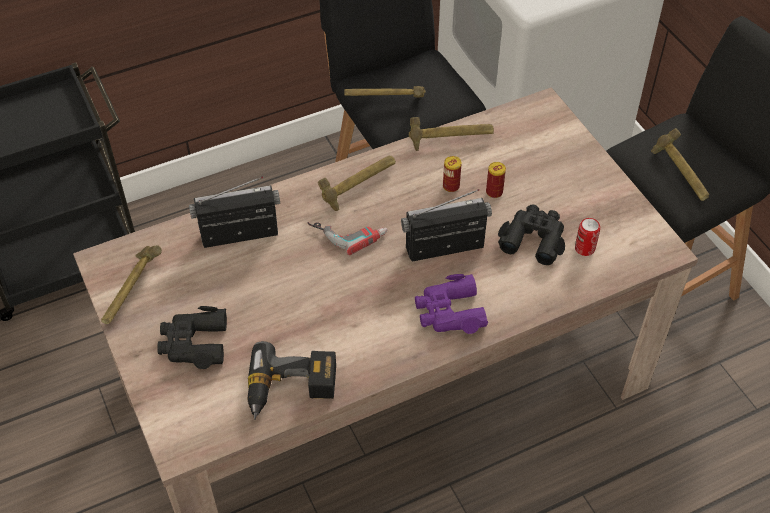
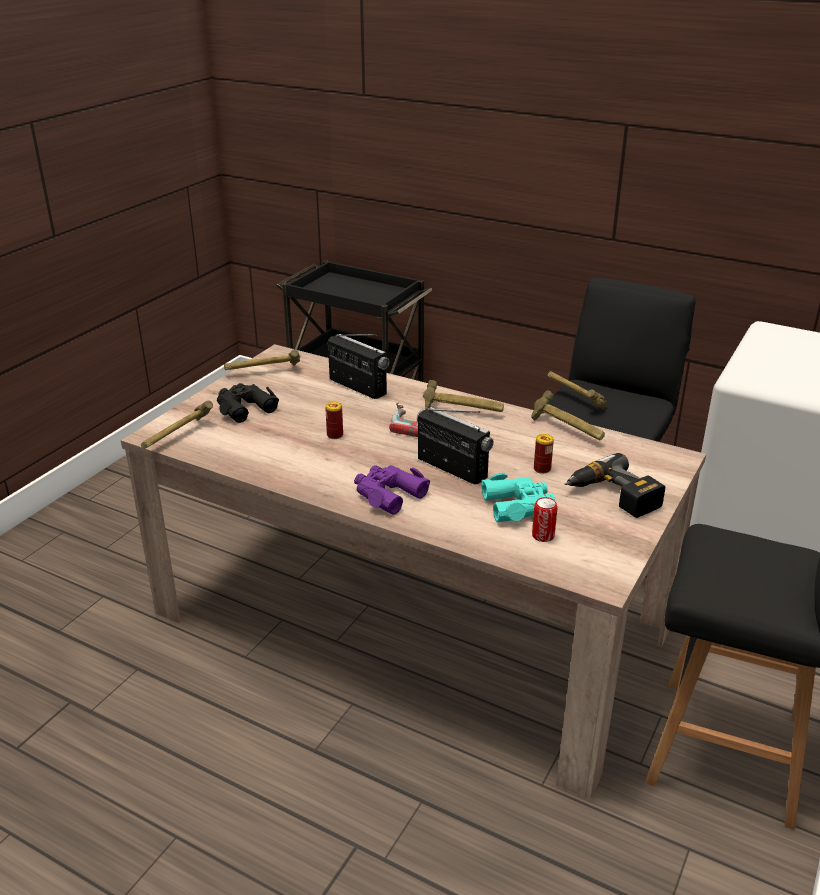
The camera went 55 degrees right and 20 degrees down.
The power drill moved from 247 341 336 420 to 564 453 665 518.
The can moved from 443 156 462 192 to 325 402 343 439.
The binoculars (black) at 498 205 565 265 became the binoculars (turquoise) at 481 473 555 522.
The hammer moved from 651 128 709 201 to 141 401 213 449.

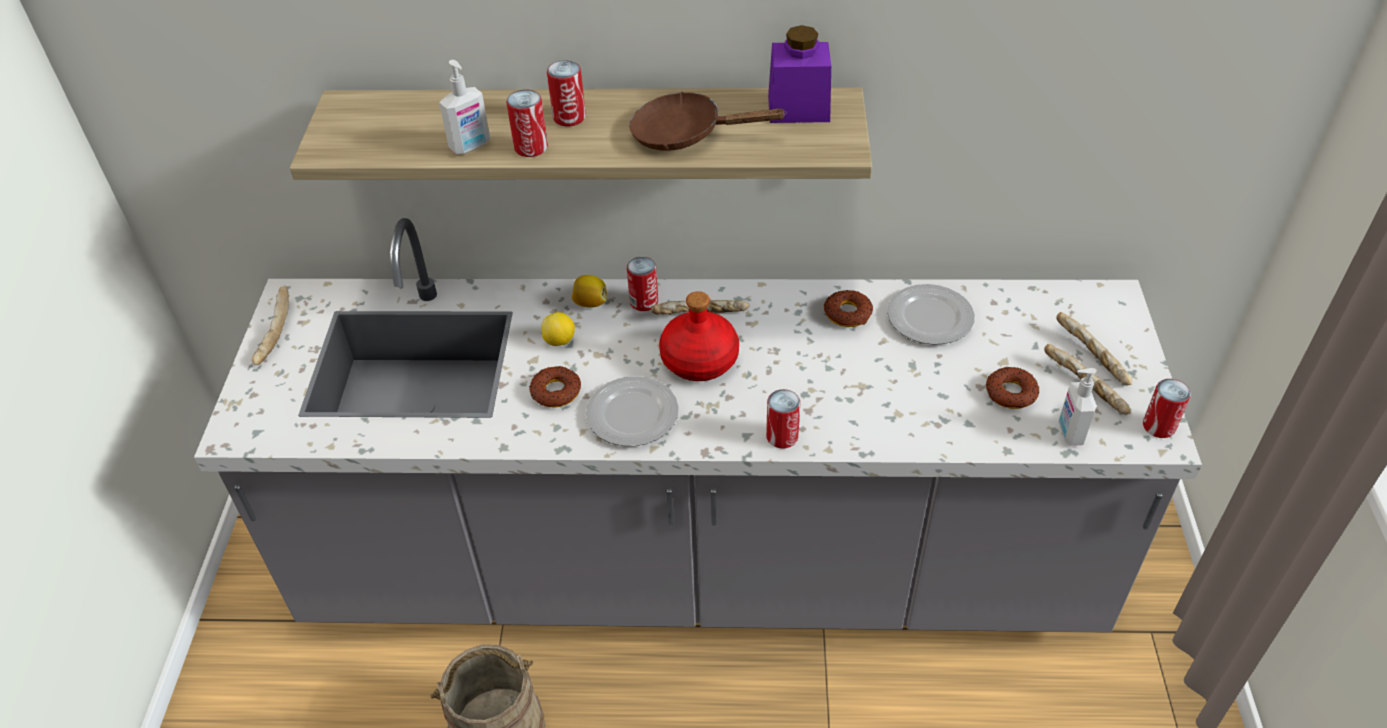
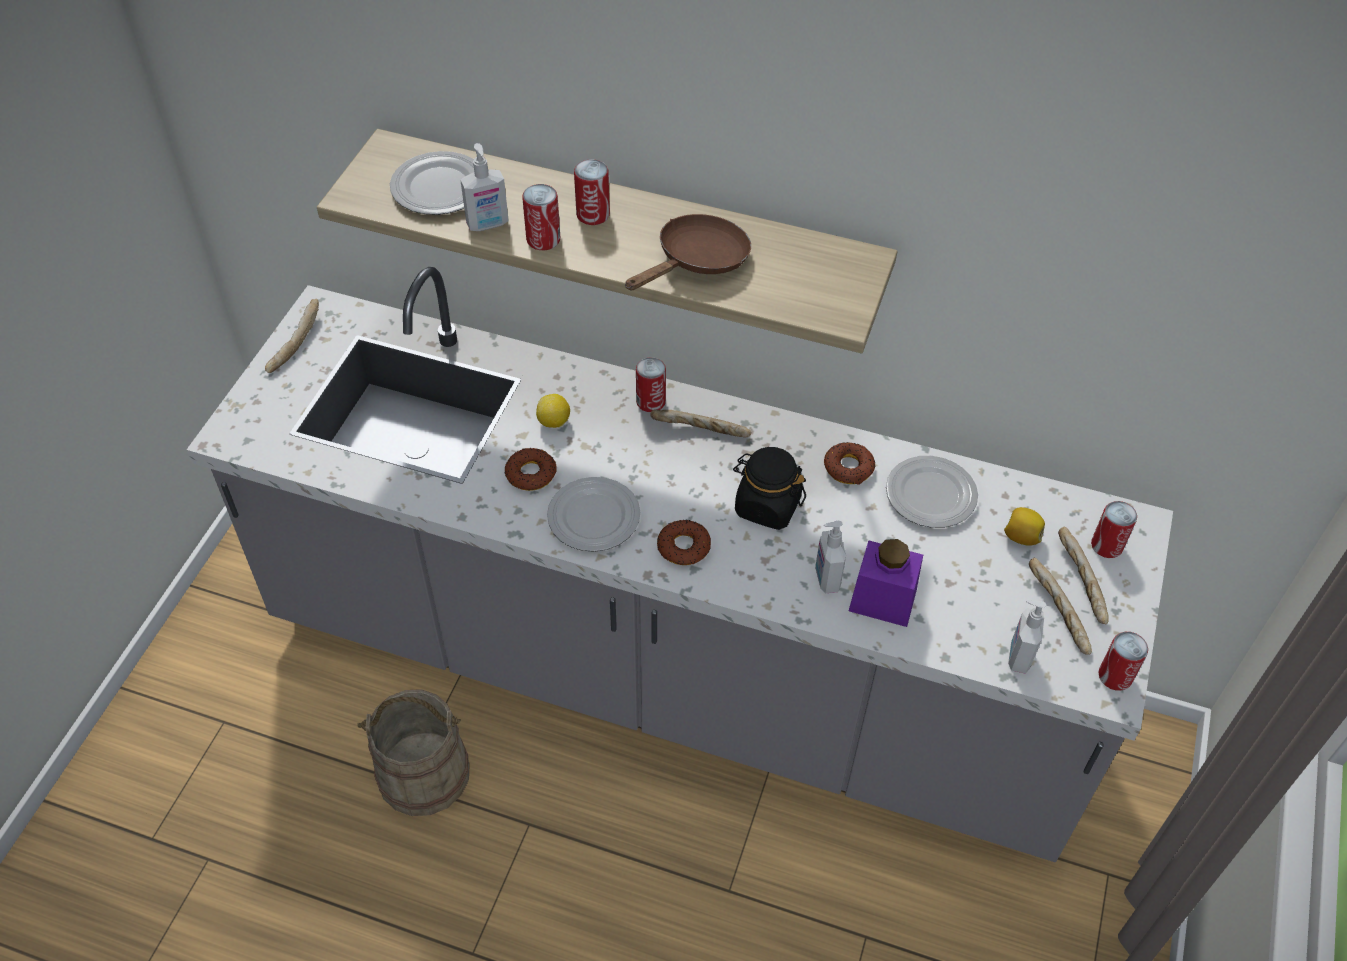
The camera went 15 degrees right and 5 degrees up.
The lemon moved from 572 275 607 308 to 1004 507 1045 546.
The frying pan (brown) at 629 92 787 151 turned 105 degrees clockwise.
The bottle (red) at 659 291 739 381 disappeared.
The can moved from 766 389 800 449 to 1091 501 1137 558.
The jar (purple) moved from 768 25 831 123 to 849 539 923 627.
The donut moved from 986 367 1039 409 to 657 520 711 565.
The plate at 390 151 474 215 appeared.
The jar (black) at 733 447 806 530 appeared.
The soap dispenser at 815 521 846 593 appeared.

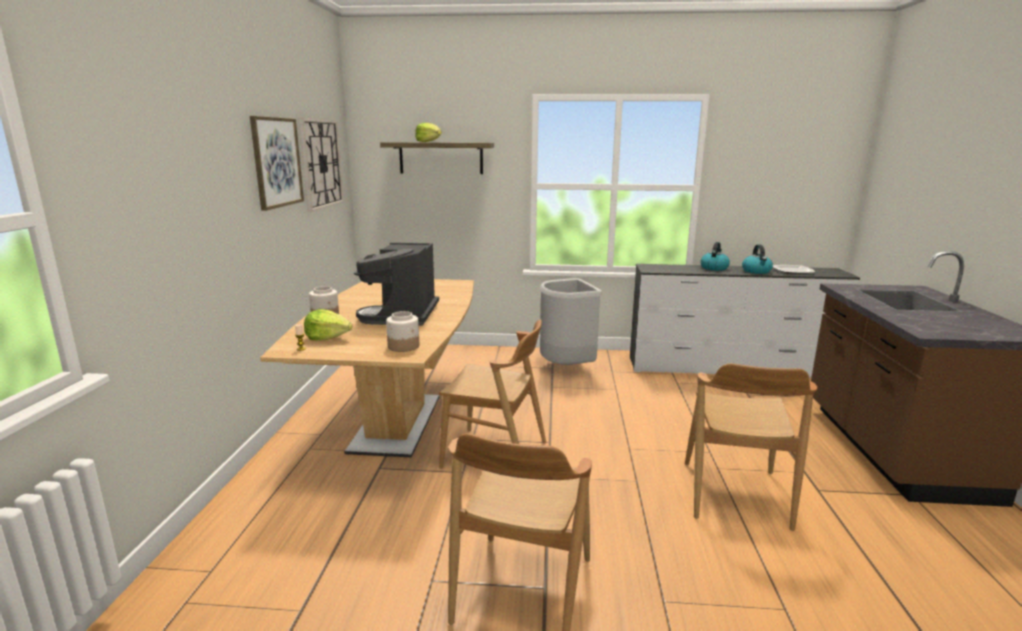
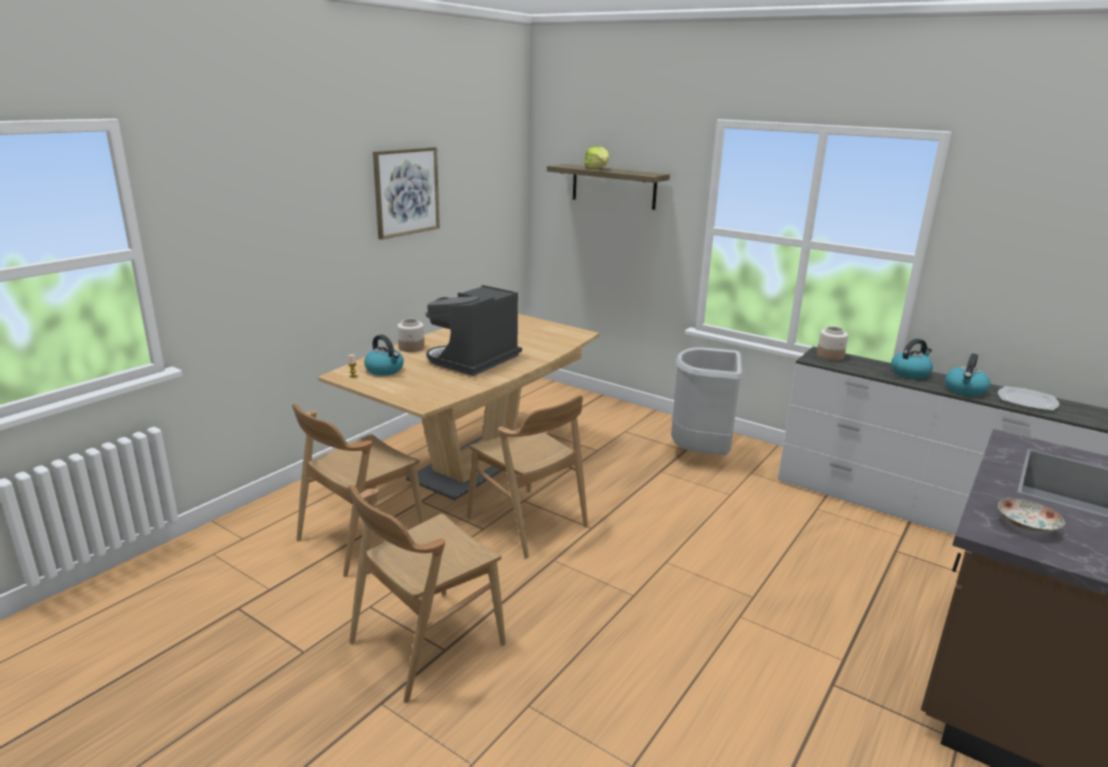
The camera went 30 degrees right and 5 degrees up.
The wall clock at 299 118 344 212 disappeared.
The lettuce at 304 309 352 340 was replaced by the kettle at 364 335 404 376.
The jar moved from 386 311 419 352 to 817 326 848 361.
The chair (brown) moved from 685 363 817 531 to 292 404 425 577.
The plate at 998 499 1065 533 appeared.

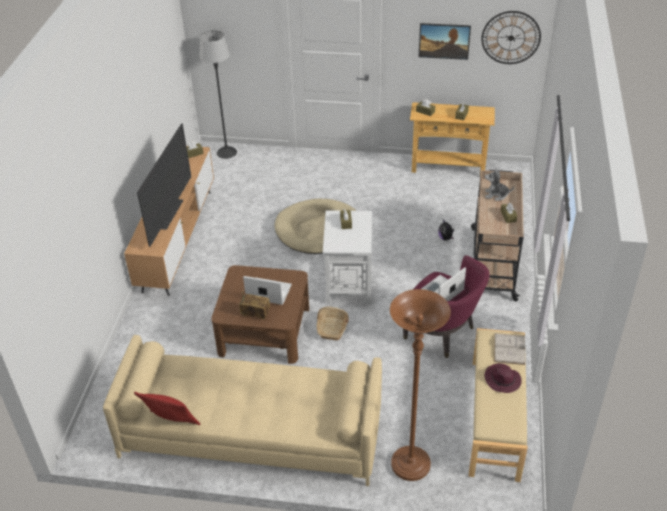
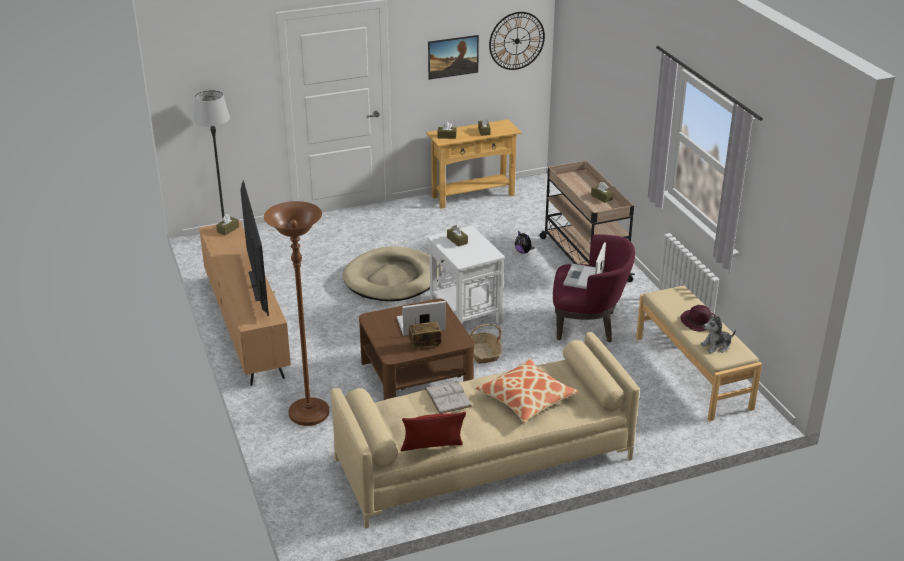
The camera went 30 degrees left and 10 degrees down.
The floor lamp (brown) moved from 390 289 451 481 to 264 201 329 426.
The plush toy moved from 485 168 514 201 to 701 313 736 353.
The book (white) moved from 494 333 525 365 to 425 381 472 414.
The pillow at 476 359 579 423 appeared.

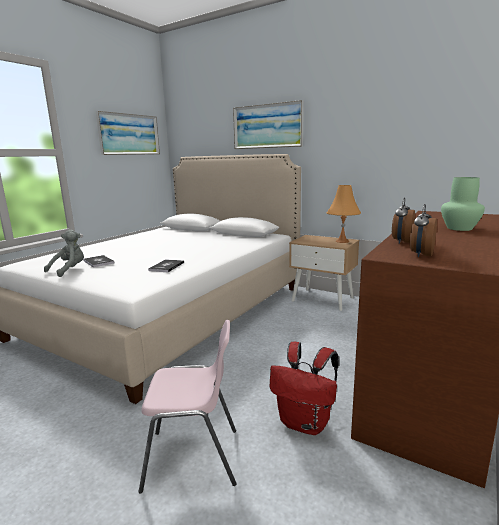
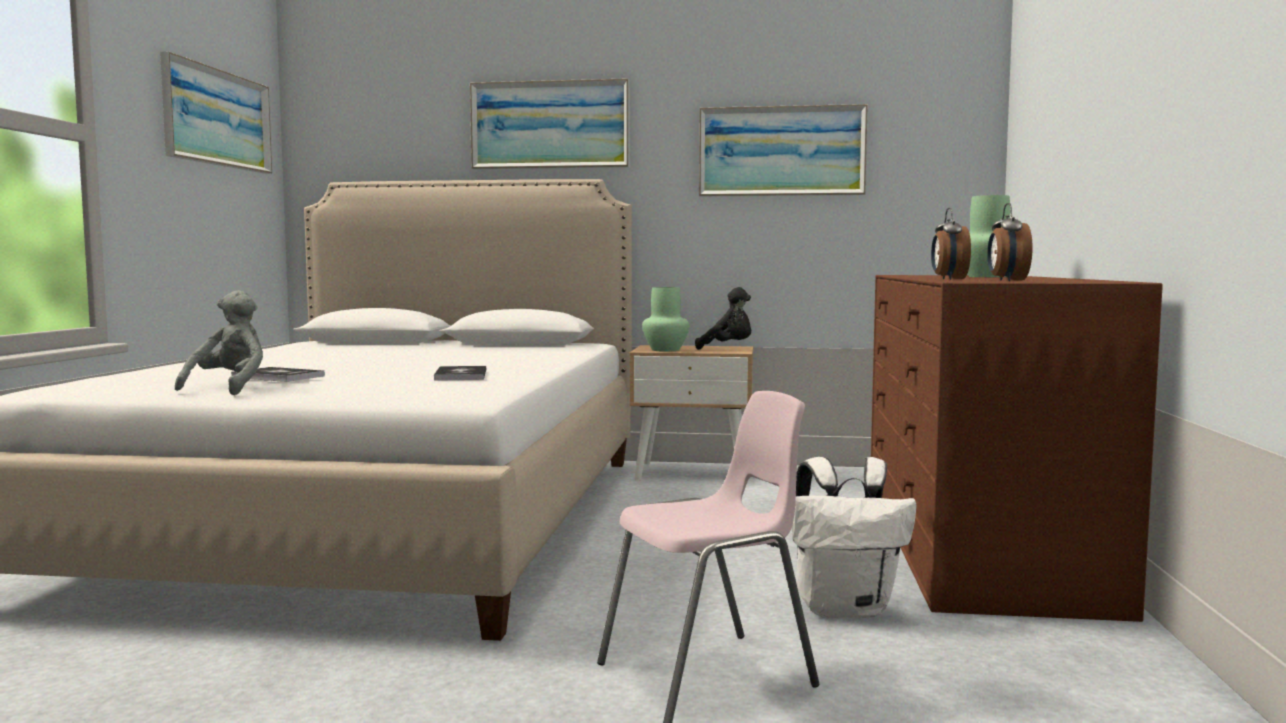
The camera went 25 degrees left and 10 degrees down.
The backpack (red) at 270 342 339 435 became the backpack (white) at 793 457 917 618.
The table lamp (orange) at 327 185 361 243 was replaced by the plush toy (black) at 695 287 751 350.
The vase (green) at 642 287 689 352 appeared.
The picture at 699 104 868 196 appeared.

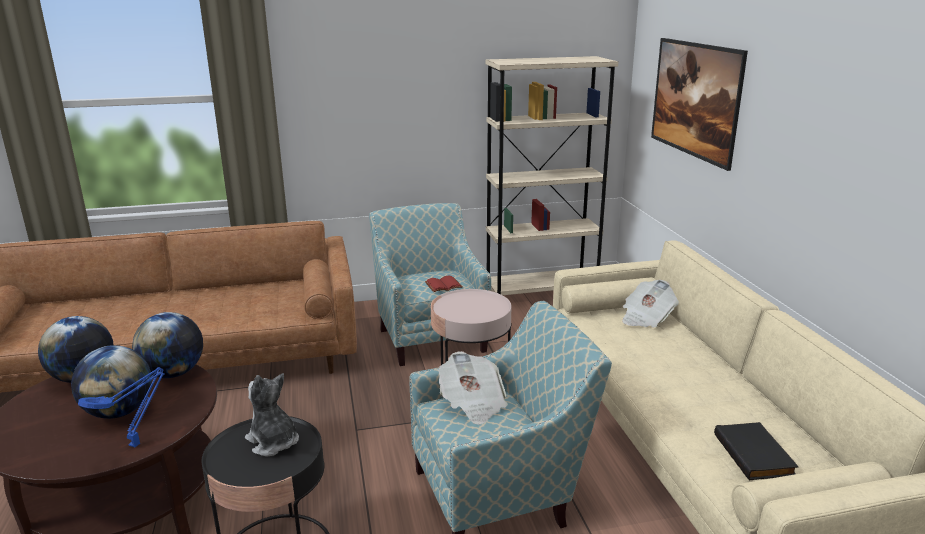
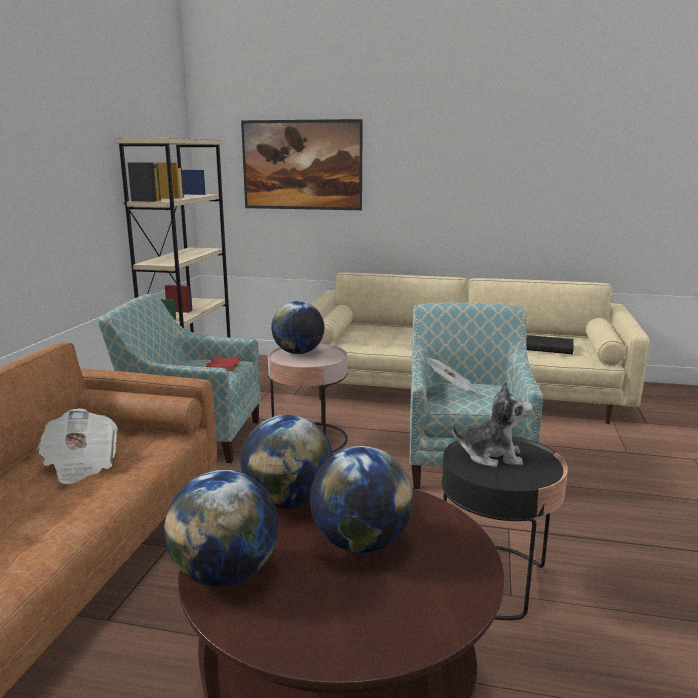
The camera went 65 degrees left and 5 degrees down.
The table lamp (blue) at 78 367 165 447 disappeared.
The plush toy at 245 373 299 456 turned 150 degrees counterclockwise.
The newspaper moved from 622 280 679 328 to 37 409 118 484.
The globe at 271 301 325 354 appeared.

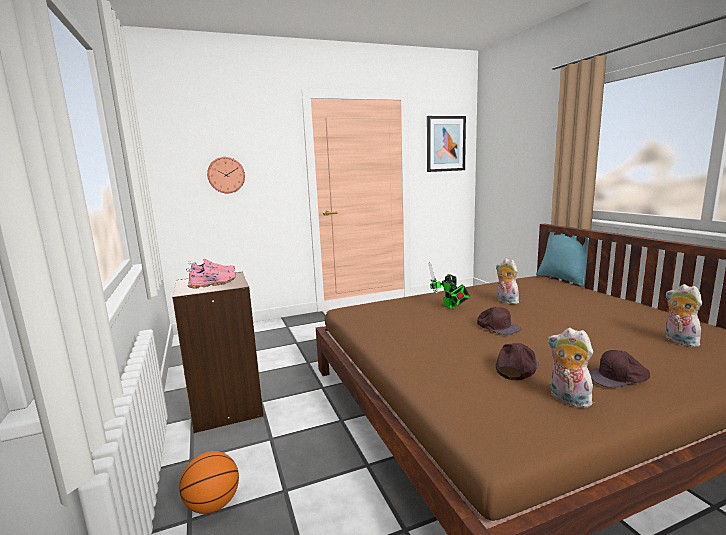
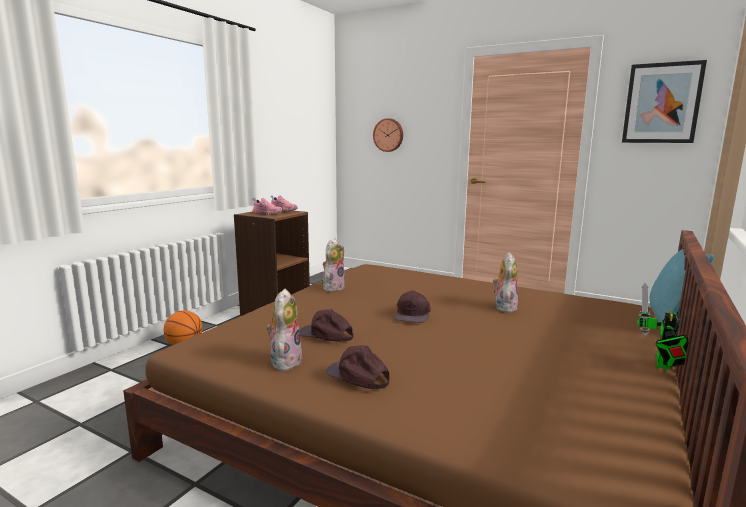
The camera went 50 degrees right and 0 degrees up.
The toy robot moved from 429 262 470 309 to 637 283 689 370.
The cap (brown) at 496 343 539 380 turned 150 degrees counterclockwise.
The plush toy moved from 665 284 704 347 to 323 239 345 292.

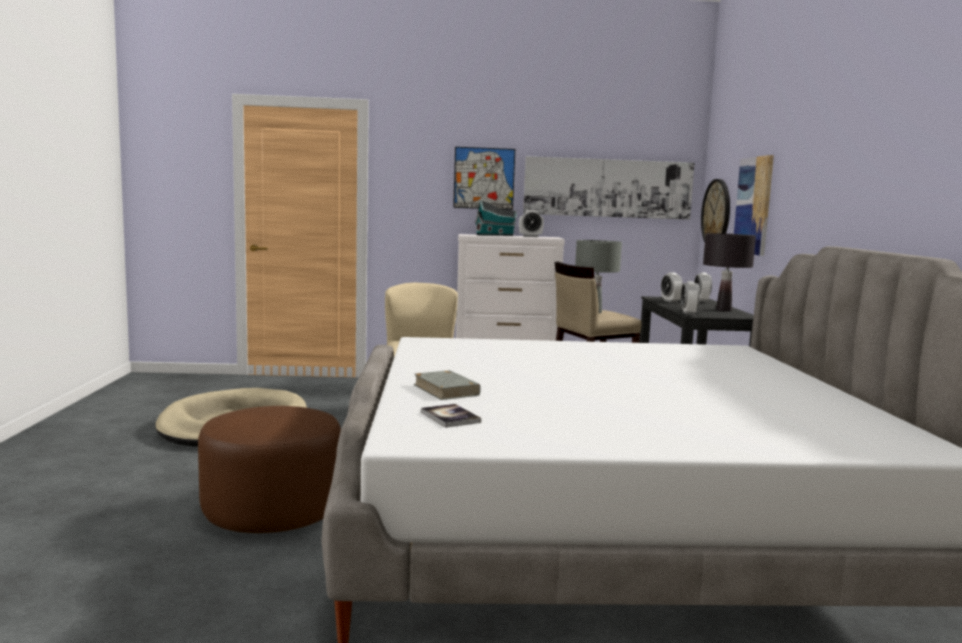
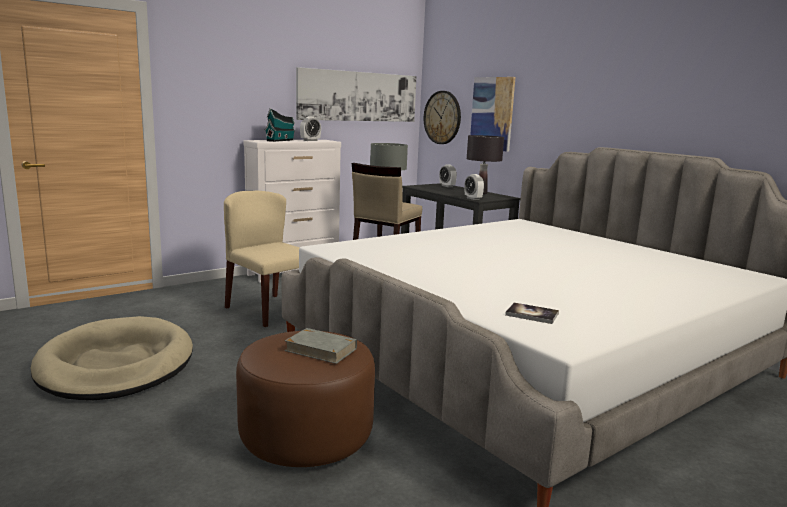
The camera went 35 degrees left and 5 degrees up.
The book (grey) moved from 414 370 481 400 to 285 328 357 364.
The picture at 453 147 515 210 disappeared.
The alarm clock at 661 272 683 303 disappeared.

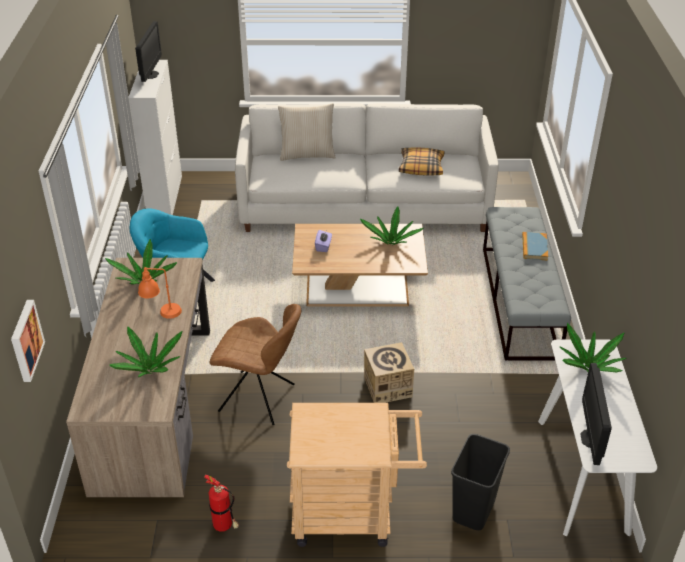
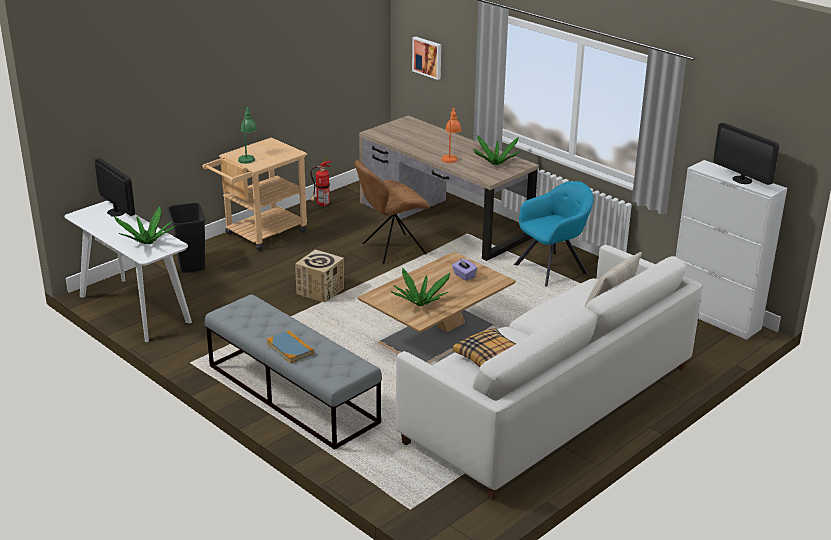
The camera went 135 degrees right and 10 degrees down.
The potted plant at 109 326 182 377 disappeared.
The table lamp (green) at 238 107 257 164 appeared.

